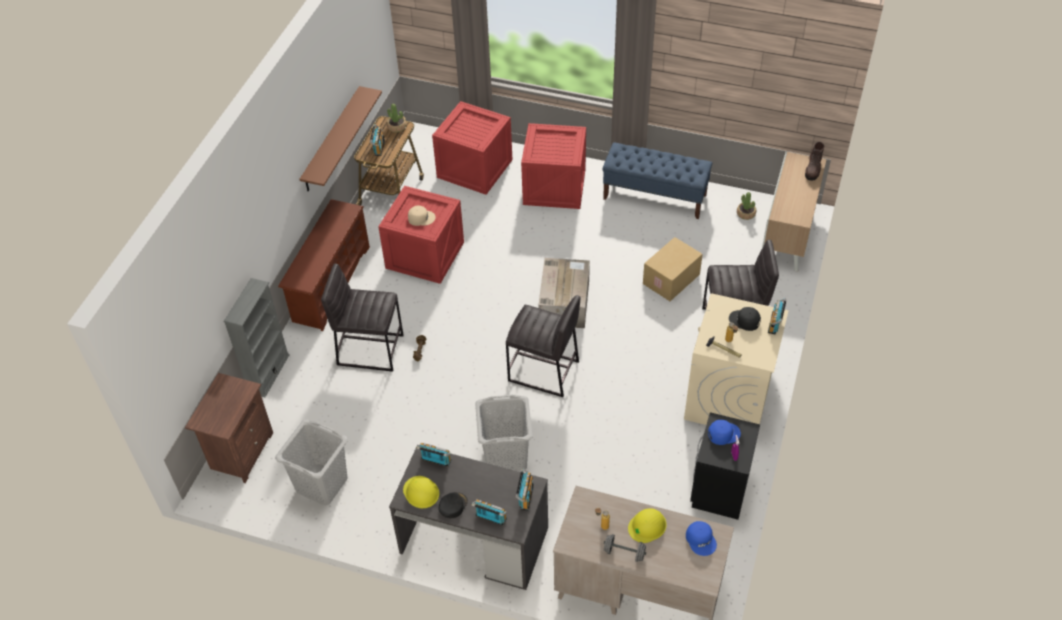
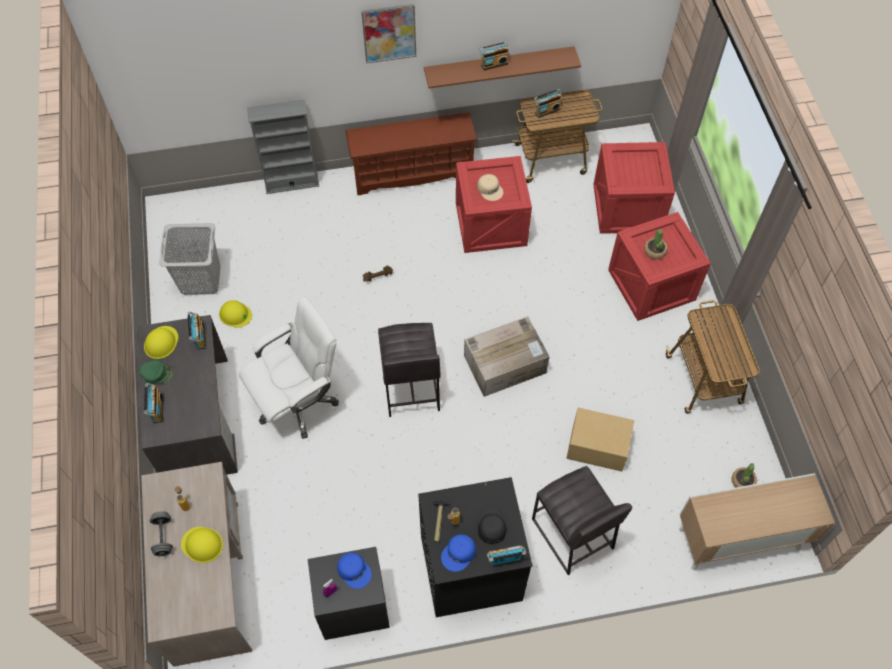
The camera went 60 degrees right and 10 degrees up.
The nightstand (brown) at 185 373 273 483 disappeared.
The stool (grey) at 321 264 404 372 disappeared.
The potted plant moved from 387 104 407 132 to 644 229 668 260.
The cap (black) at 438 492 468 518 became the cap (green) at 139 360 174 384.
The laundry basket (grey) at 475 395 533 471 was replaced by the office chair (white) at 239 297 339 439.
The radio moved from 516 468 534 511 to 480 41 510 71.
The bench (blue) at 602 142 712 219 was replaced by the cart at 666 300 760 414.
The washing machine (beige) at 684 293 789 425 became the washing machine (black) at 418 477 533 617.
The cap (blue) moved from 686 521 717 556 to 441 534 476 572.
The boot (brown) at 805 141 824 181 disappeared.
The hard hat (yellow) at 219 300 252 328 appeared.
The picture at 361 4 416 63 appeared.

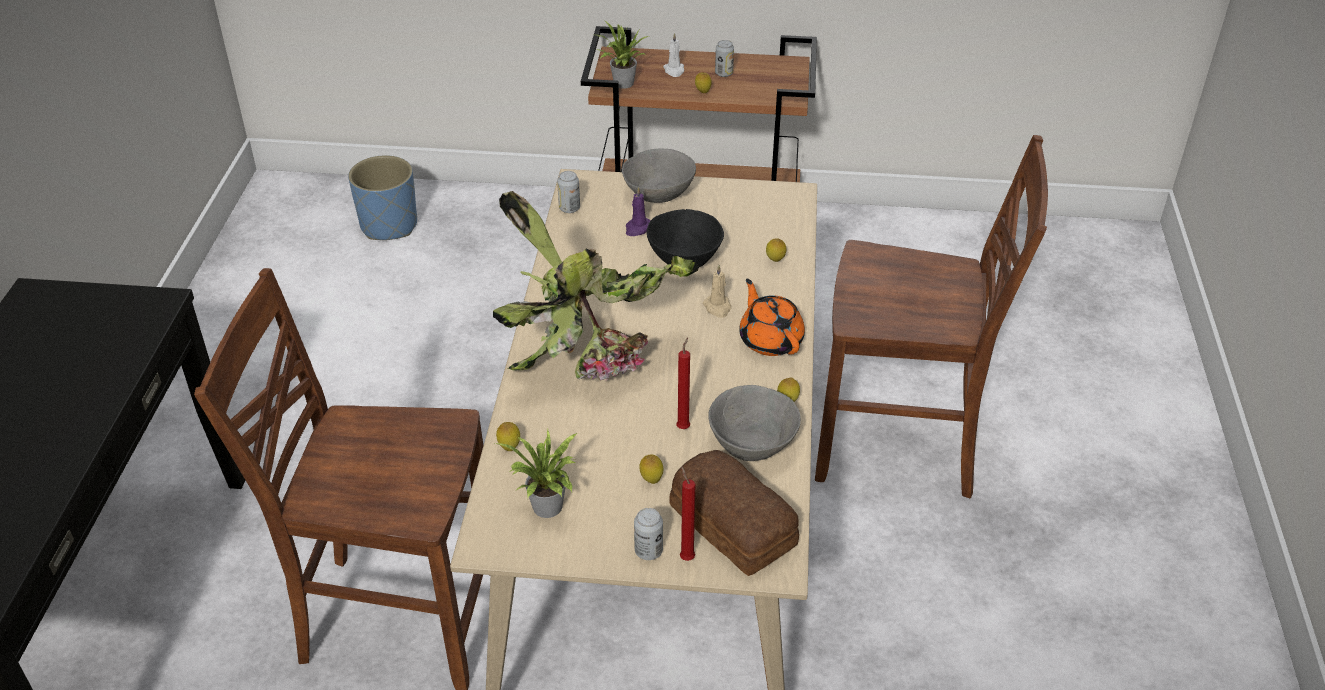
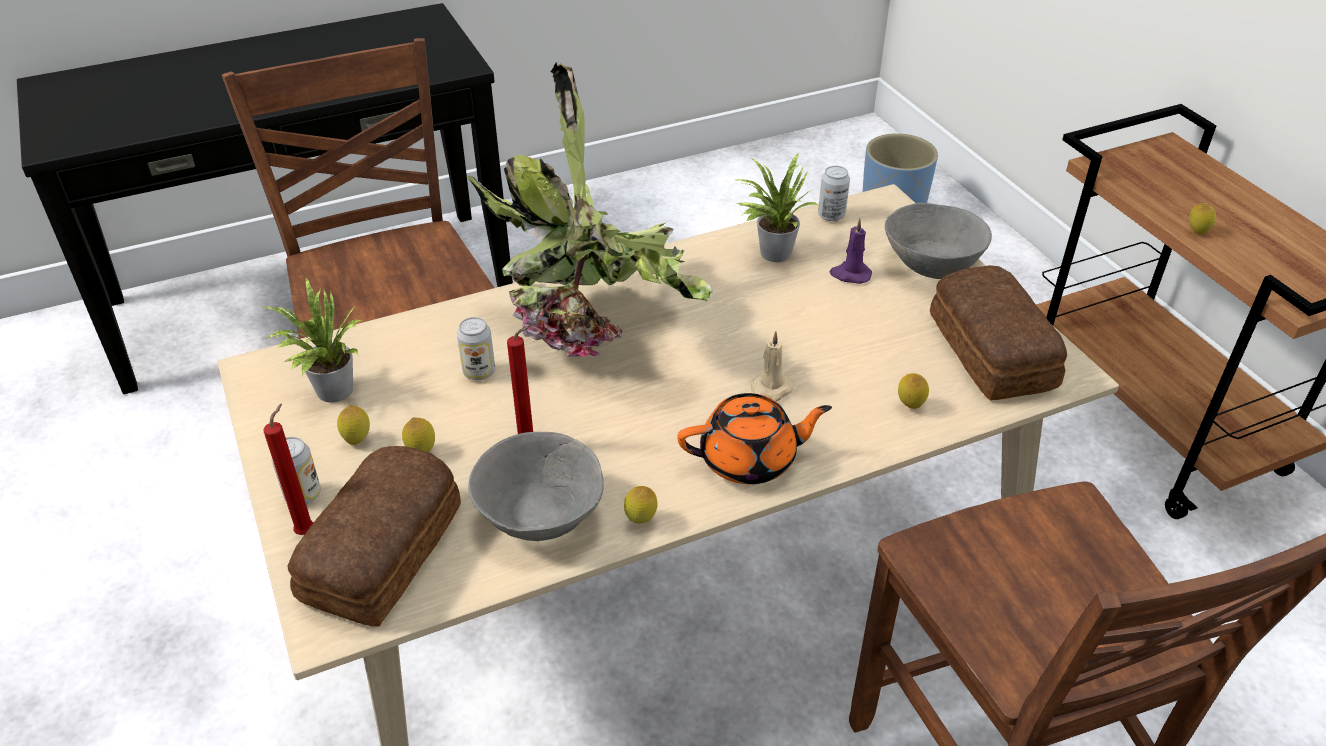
The camera went 60 degrees right and 0 degrees up.
The lemon moved from 496 422 520 451 to 337 405 370 445.
The potted plant moved from 599 21 649 89 to 736 153 817 262.
The bowl (black) at 647 209 724 267 disappeared.
The candle (white) at 663 33 684 77 disappeared.
The can moved from 715 40 734 77 to 457 317 495 380.
The teapot (orange) at 739 279 805 356 turned 45 degrees clockwise.
The bread at 930 265 1067 401 appeared.

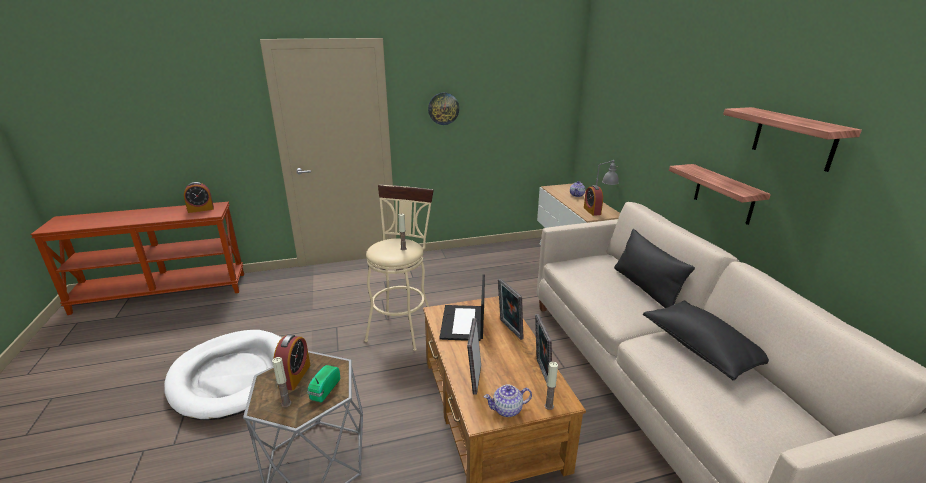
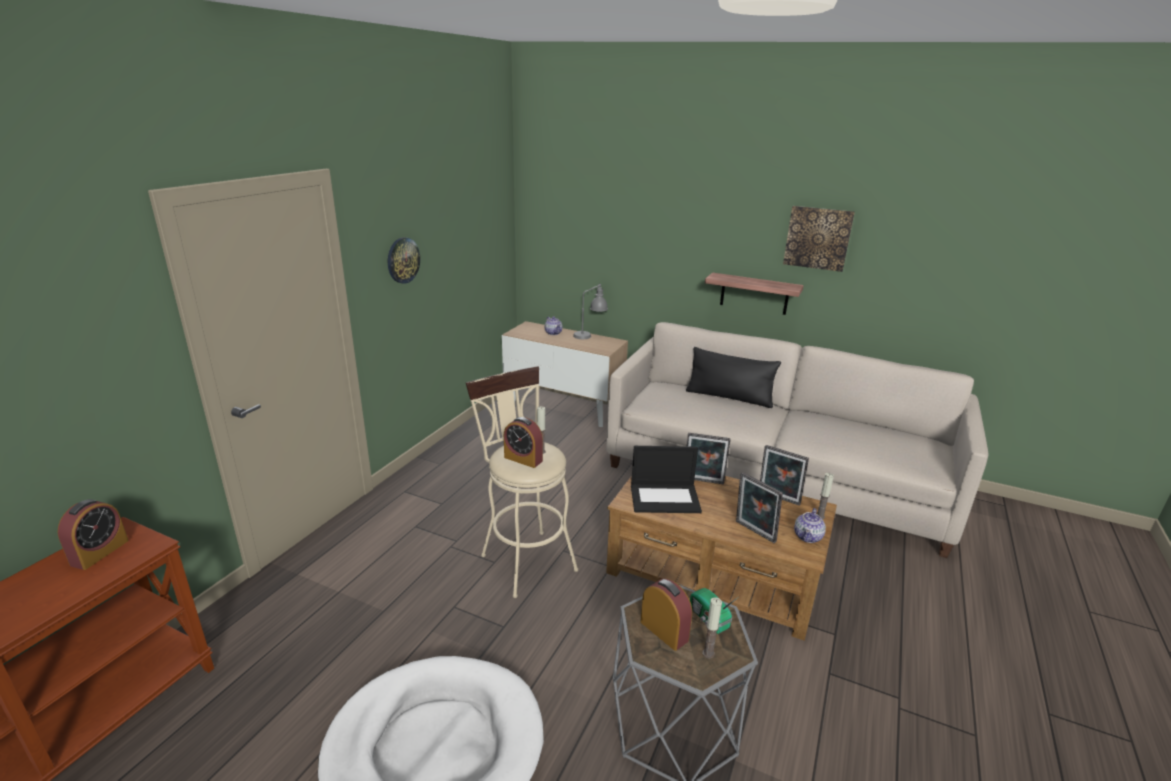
The camera went 50 degrees left and 0 degrees up.
The laptop at 439 274 485 341 turned 45 degrees counterclockwise.
The alarm clock moved from 584 185 603 216 to 504 417 543 468.
The pillow (black) at 643 301 769 380 disappeared.
The shelf at 723 107 862 172 was replaced by the picture at 783 206 855 272.

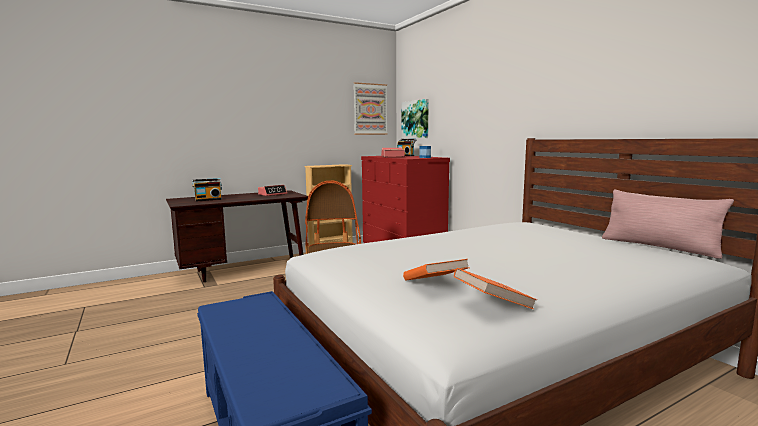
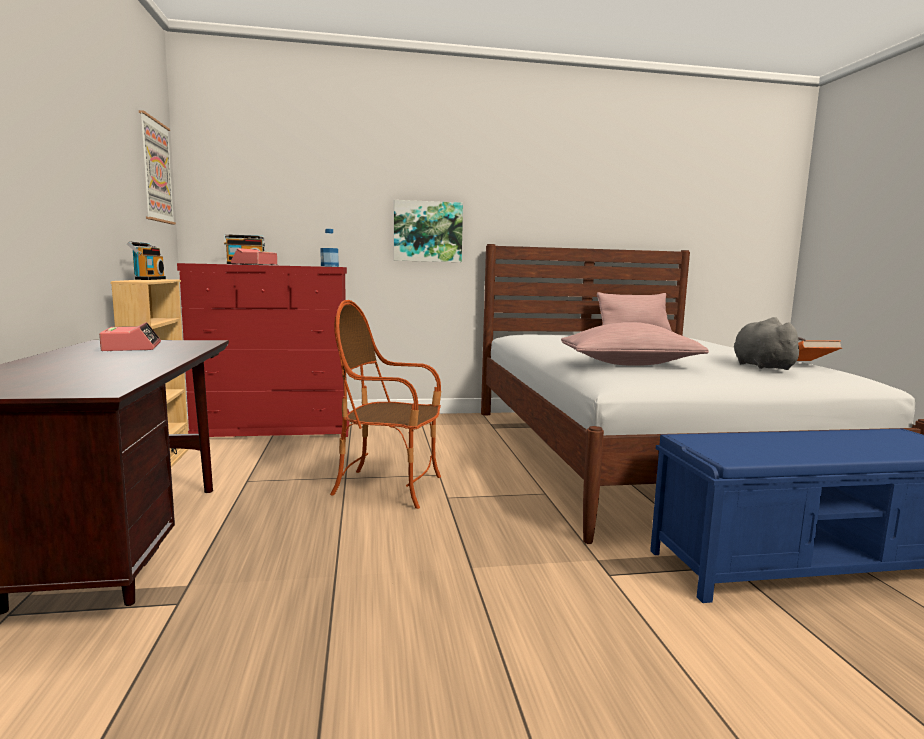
The camera went 70 degrees left and 0 degrees up.
The radio moved from 192 178 222 201 to 127 241 166 280.
The picture moved from 402 99 429 139 to 394 200 463 262.
The book (orange) at 403 259 470 281 was replaced by the plush toy (grey) at 734 317 806 370.
The pillow (pink) at 561 322 709 365 appeared.

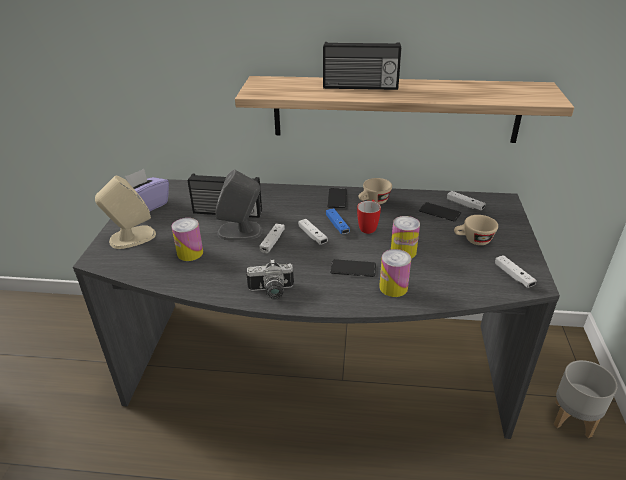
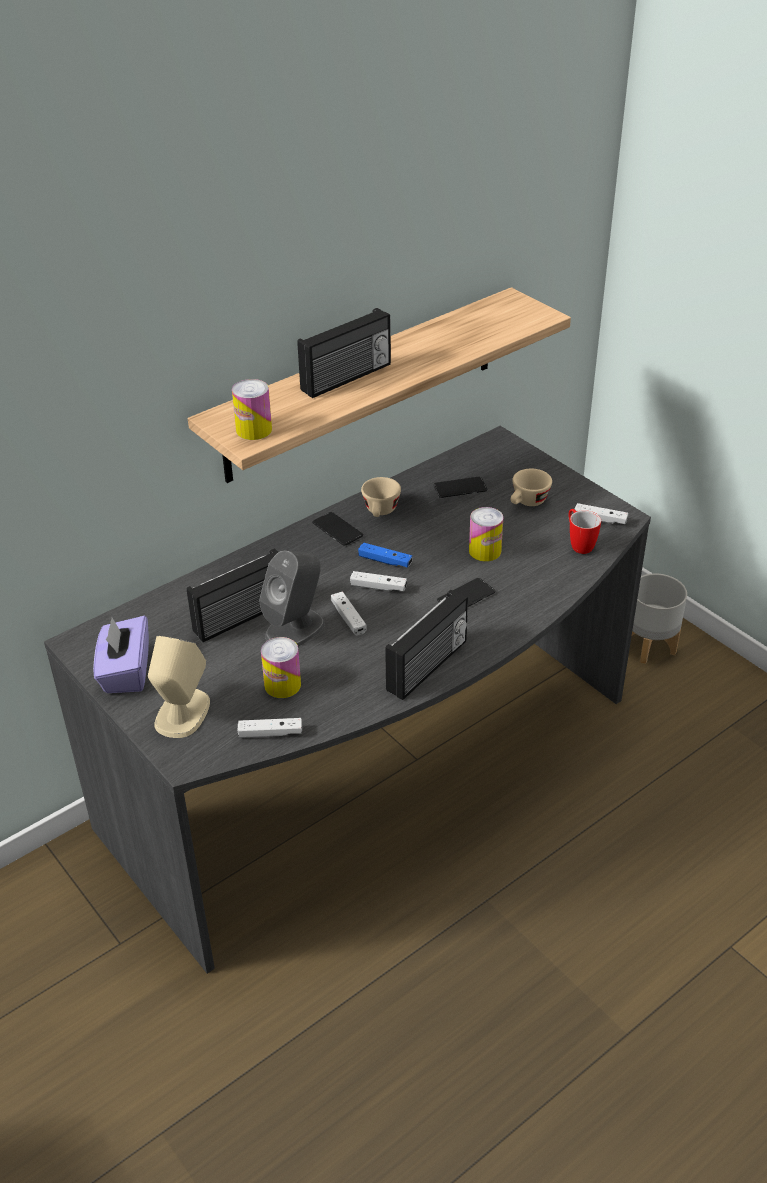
The camera went 45 degrees left and 5 degrees up.
The photo camera at 246 259 294 300 was replaced by the radio at 385 590 468 700.
The mug moved from 357 200 381 234 to 569 509 601 554.
The can moved from 379 249 411 297 to 232 379 272 440.
The game controller (white) moved from 447 191 485 210 to 238 718 302 738.

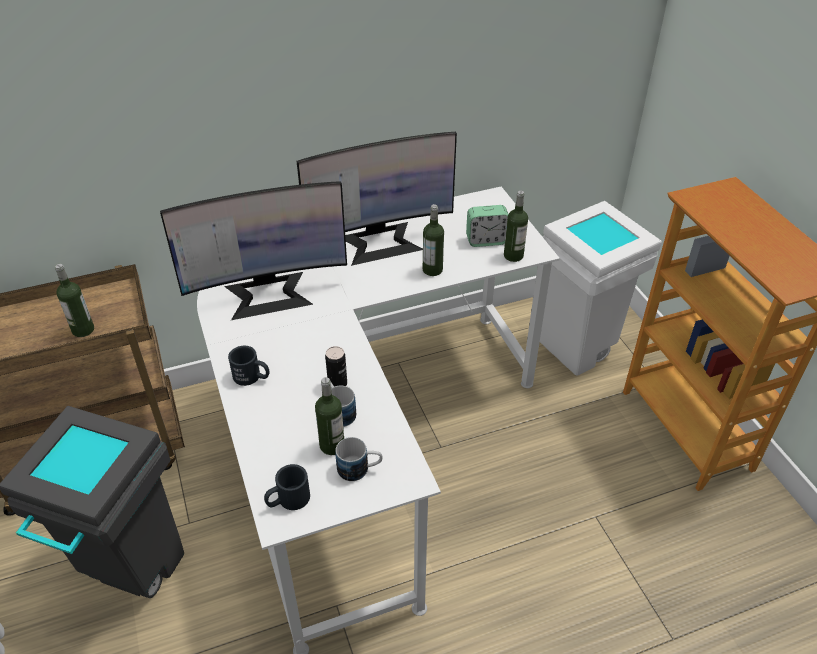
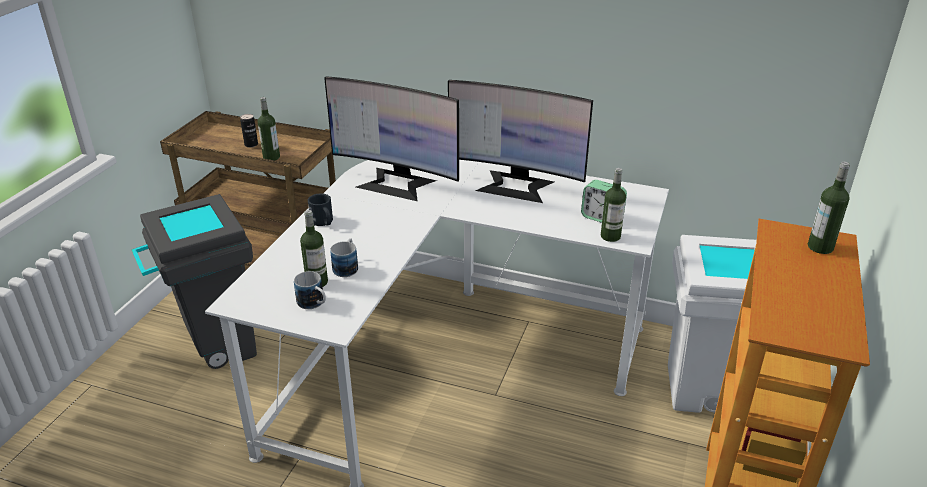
The camera went 40 degrees right and 10 degrees down.
The mug (black) at 264 464 310 510 disappeared.
The can moved from 325 346 347 387 to 240 114 258 148.
The bottle moved from 423 204 444 276 to 808 162 850 254.

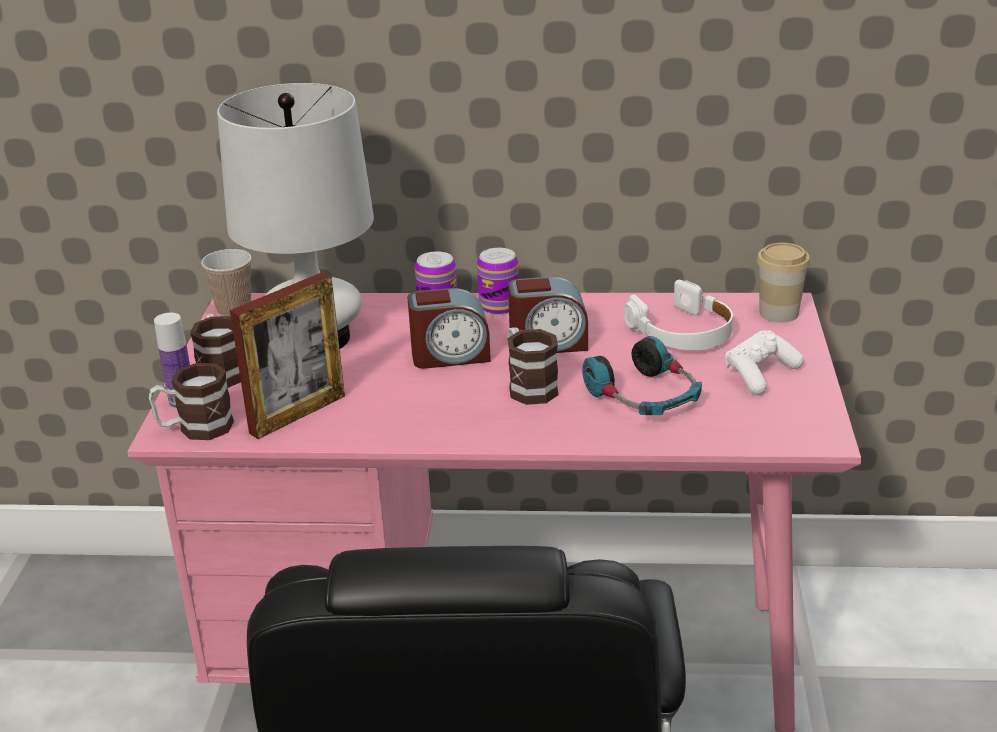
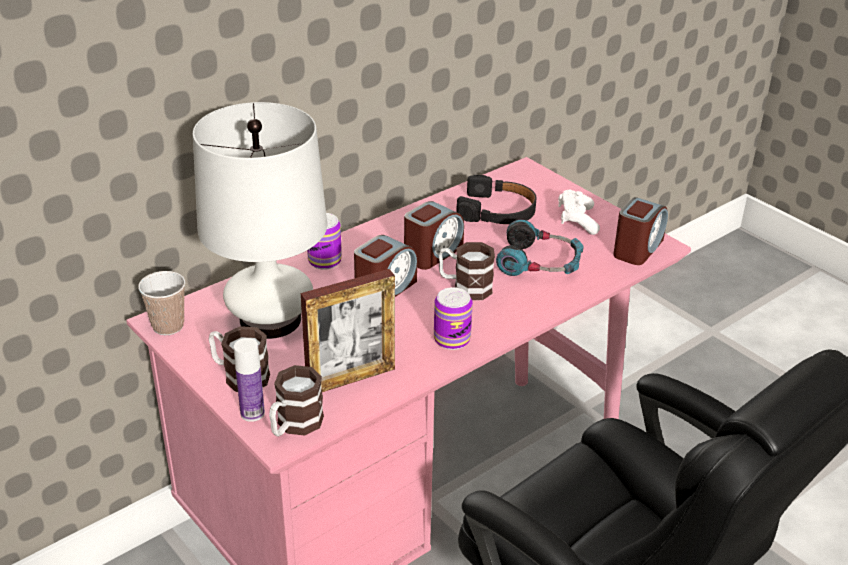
The camera went 45 degrees left and 5 degrees up.
The picture frame at 230 272 345 439 turned 60 degrees clockwise.
The can moved from 477 248 519 315 to 434 287 473 350.
The headphones (white) at 624 280 733 350 became the headphones (black) at 456 175 536 224.
The cup at 757 243 810 323 disappeared.
The alarm clock at 613 197 668 265 appeared.

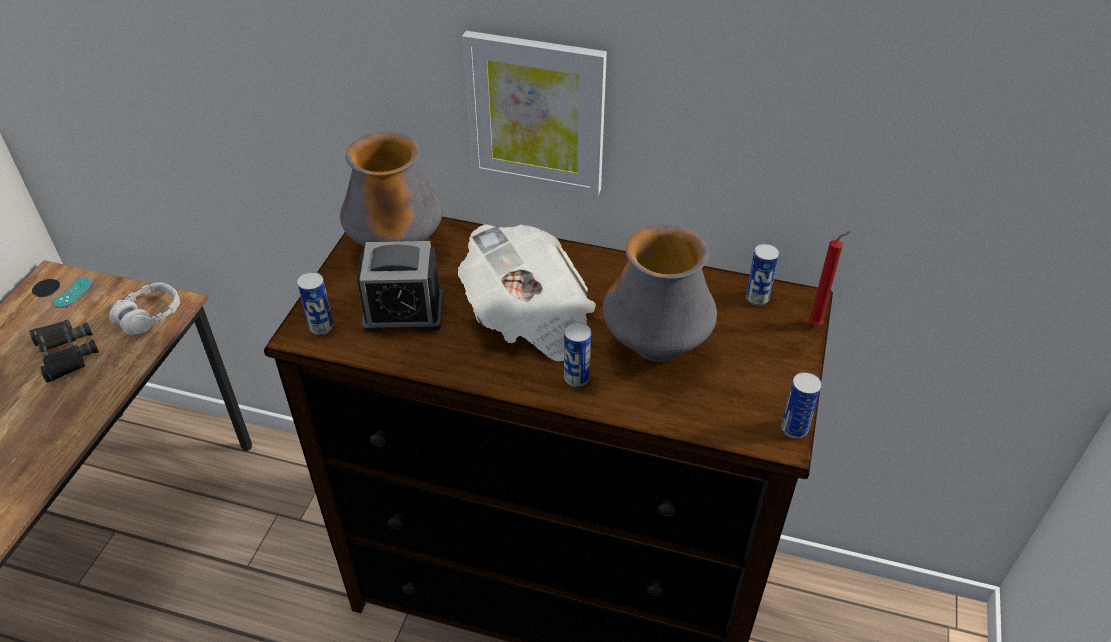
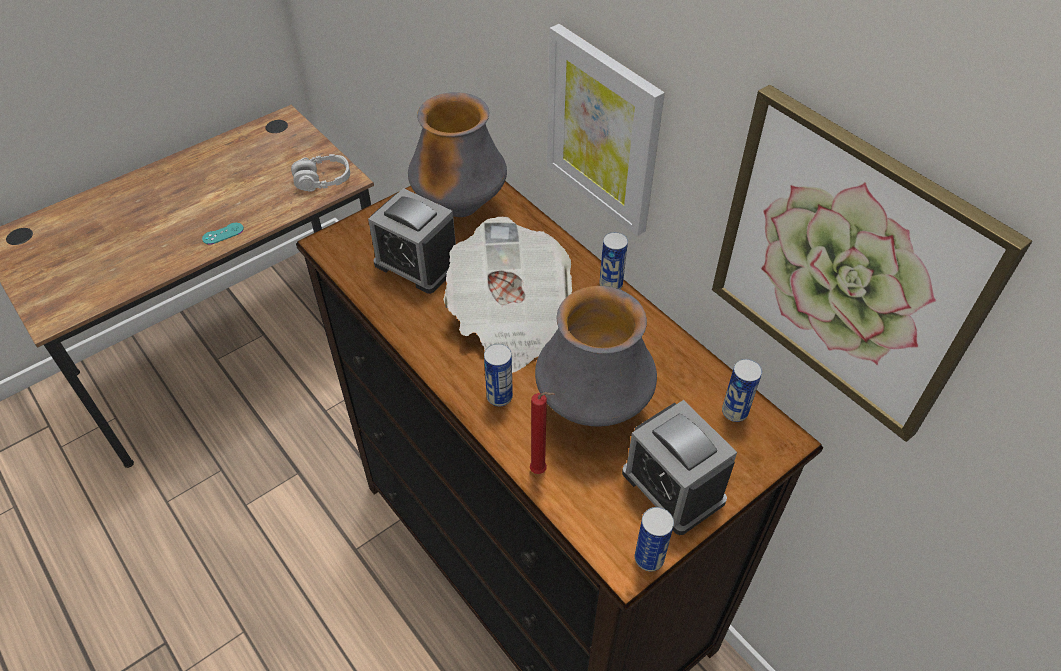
The camera went 35 degrees right and 5 degrees up.
The binoculars (black) at 29 320 99 383 disappeared.
The game controller (turquoise) moved from 54 278 93 308 to 202 223 244 245.
The can moved from 297 272 334 335 to 599 232 628 289.
The candle (red) moved from 808 231 851 326 to 530 392 554 474.
The alarm clock at 622 400 737 535 appeared.
The picture at 712 85 1032 442 appeared.

